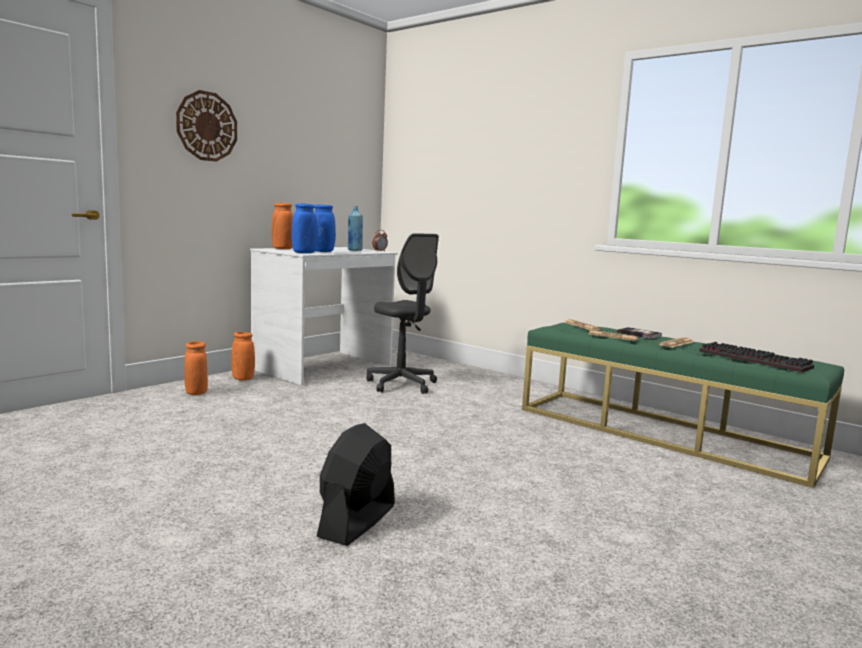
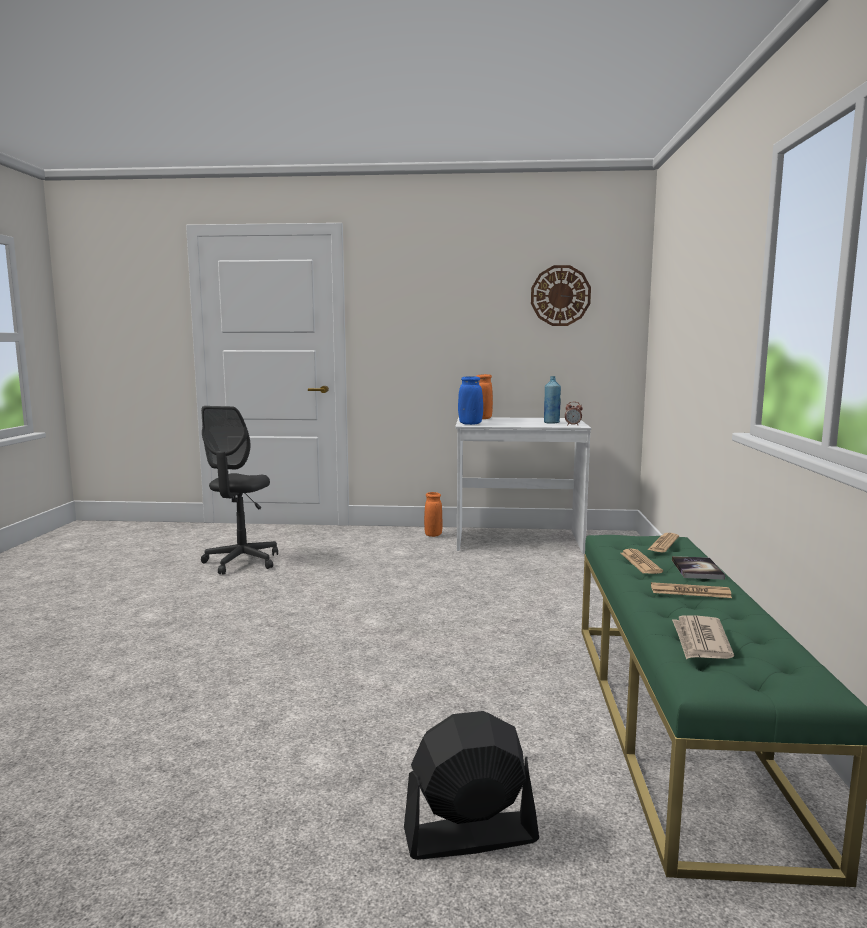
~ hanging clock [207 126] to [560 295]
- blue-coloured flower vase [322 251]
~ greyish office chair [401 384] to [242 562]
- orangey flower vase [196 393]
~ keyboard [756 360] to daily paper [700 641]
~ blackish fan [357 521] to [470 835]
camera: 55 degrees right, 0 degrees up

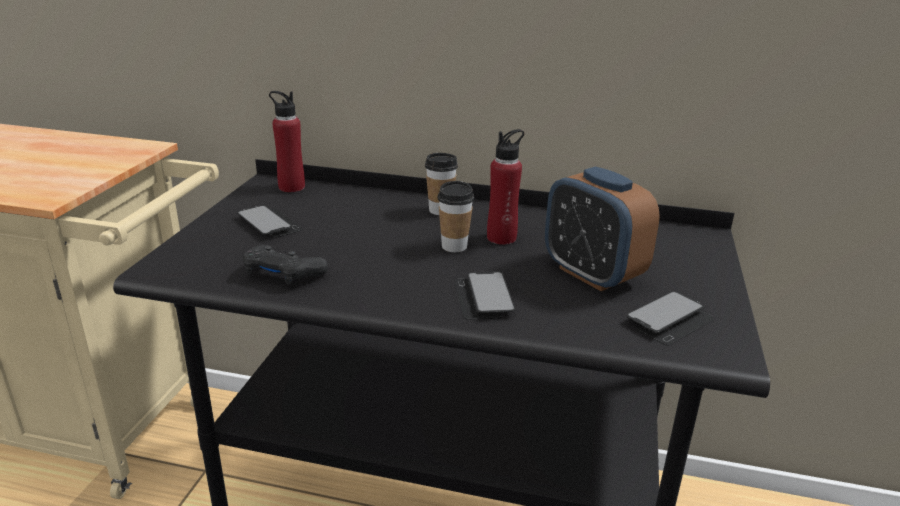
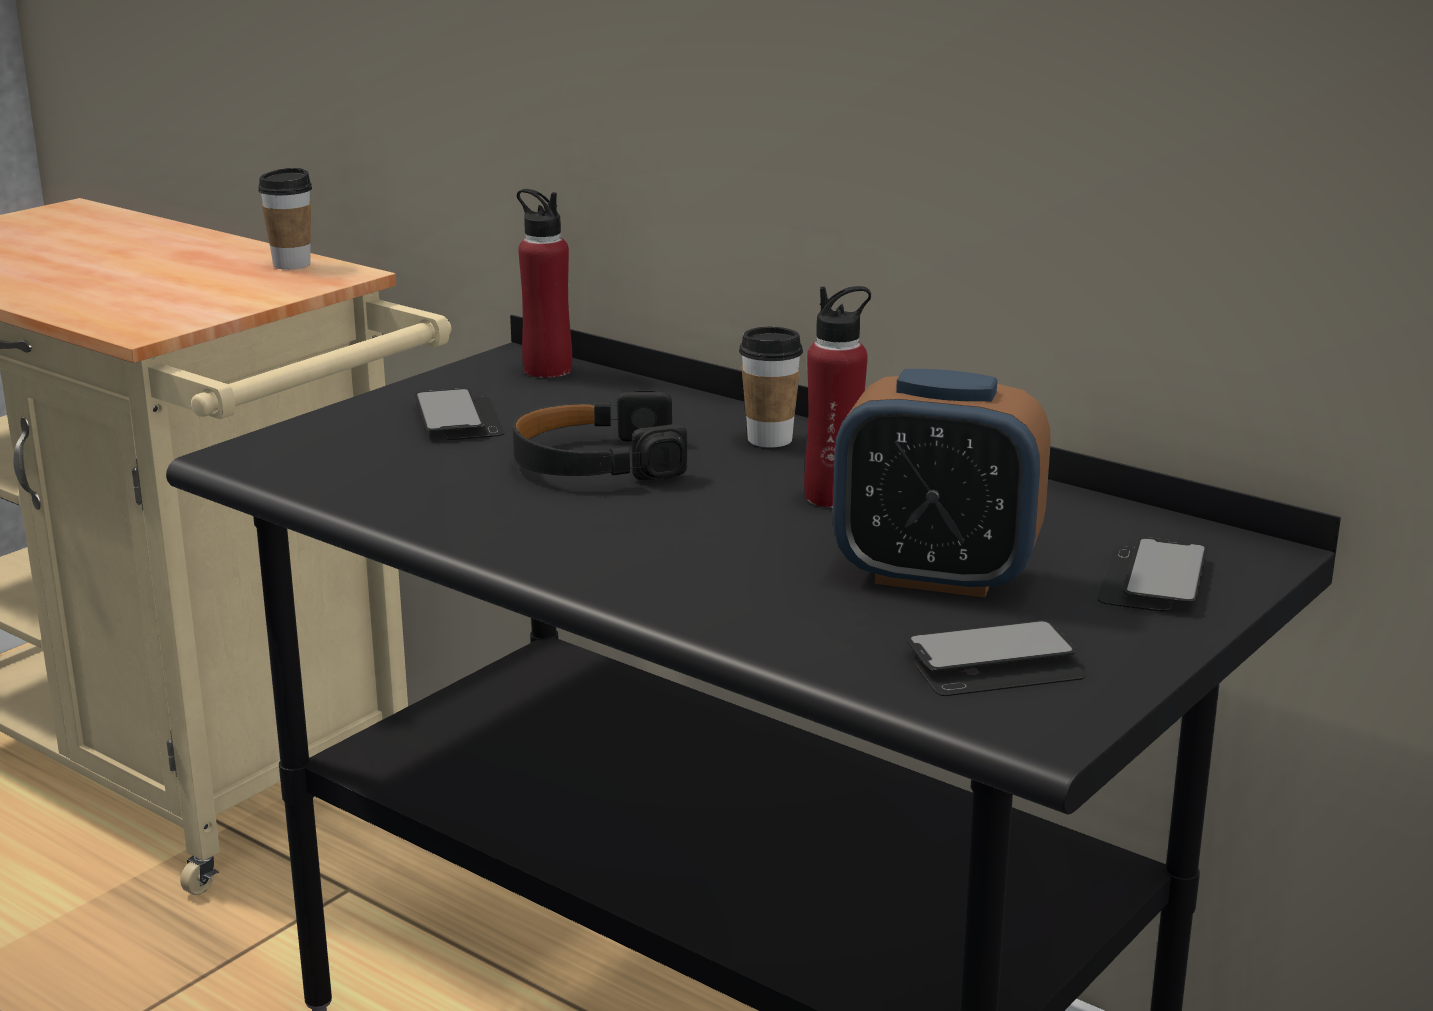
~ alarm clock [592 274] = [936 576] 60 degrees counterclockwise
~ cup [454 246] to [291 264]
- blackish game controller [283 274]
~ telephone [483 297] to [1152 579]
+ blackish headphones [597 462]
camera: 25 degrees right, 5 degrees down

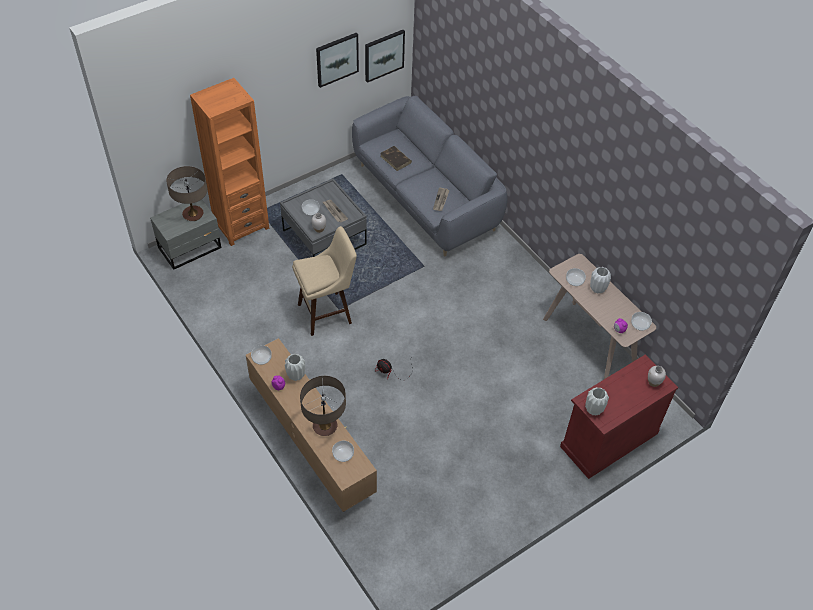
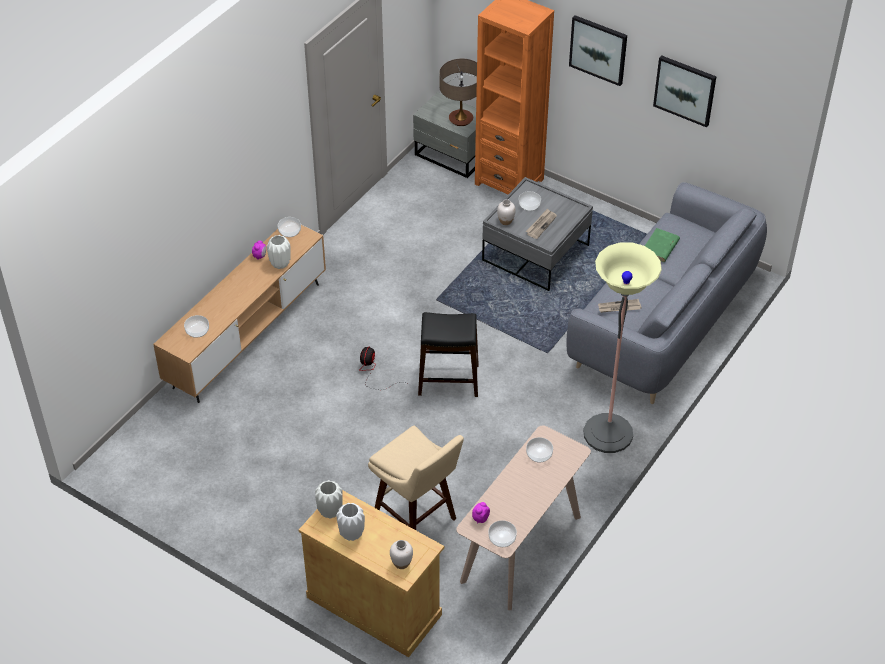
~ picture [384 55] to [598 49]
~ brownish book [396 159] to green-coloured book [660 247]
~ sand-coloured stool seat [327 313] to [417 521]
~ white flower vase [597 289] to [351 533]
~ red-coloured storage cabinet [608 439] to sand-coloured storage cabinet [374 605]
- tabletop lamp [325 426]
+ floor lamp [608 433]
+ blackish stool seat [448 380]
camera: 70 degrees right, 5 degrees down

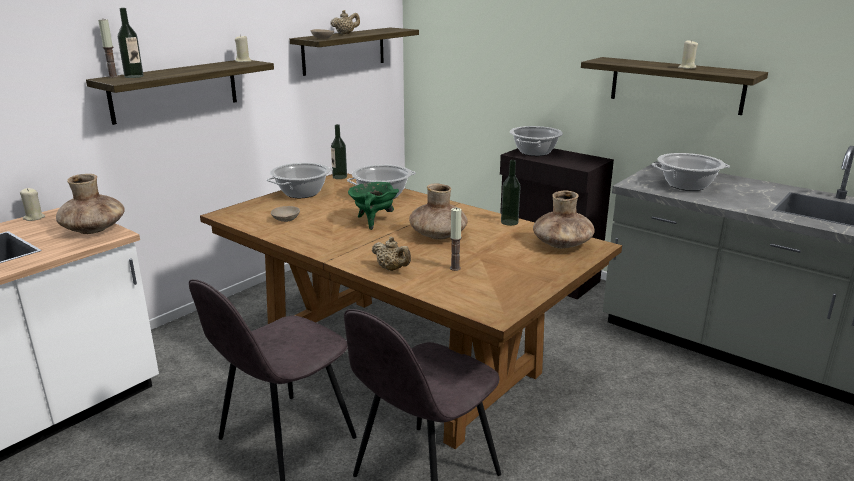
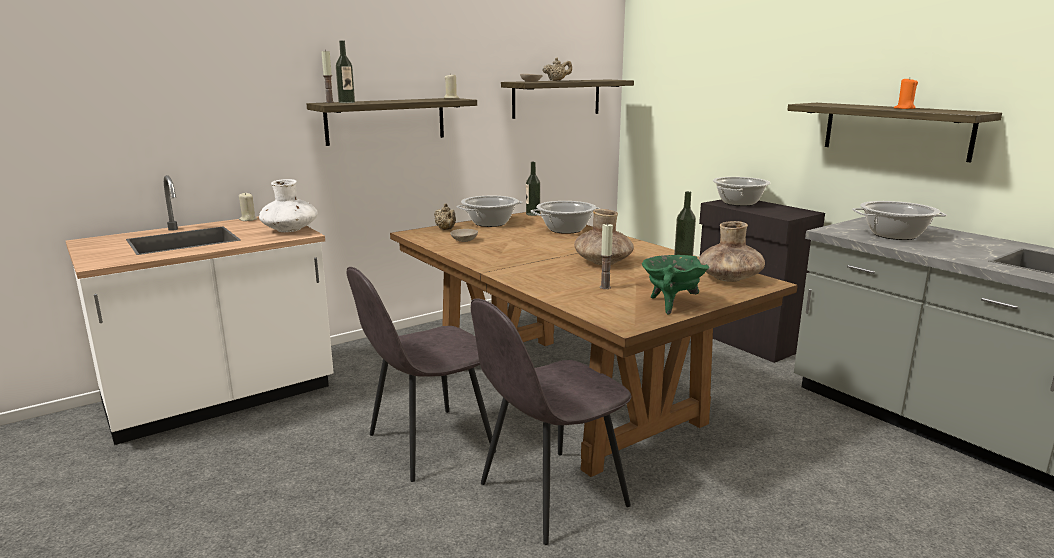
~ sand-coloured wax candle [686 68] to orangey wax candle [904 108]
~ brownish flower vase [94 229] to white flower vase [290 230]
~ green-coloured stockpot [373 221] to [671 305]
~ sand-coloured pot for tea [392 269] to [446 229]
camera: 15 degrees right, 5 degrees down

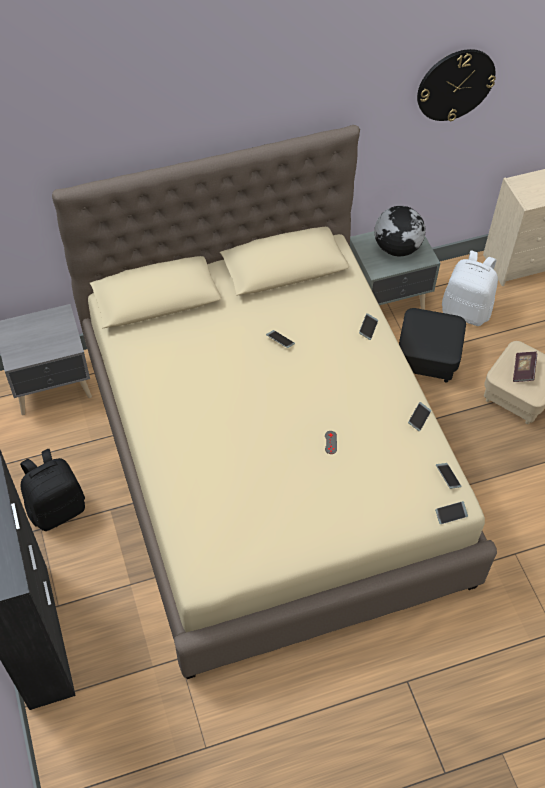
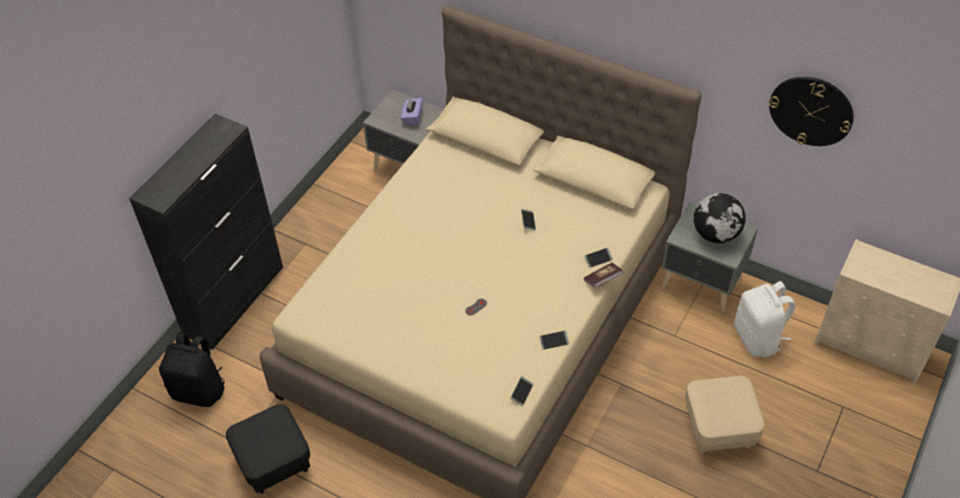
~ blackish ottoman [426 360] to [274 462]
~ book [523 371] to [602 280]
~ blackish backpack [57 508] to [200 390]
- telephone [451 514]
+ purplish box of tissues [412 117]
camera: 50 degrees right, 5 degrees down

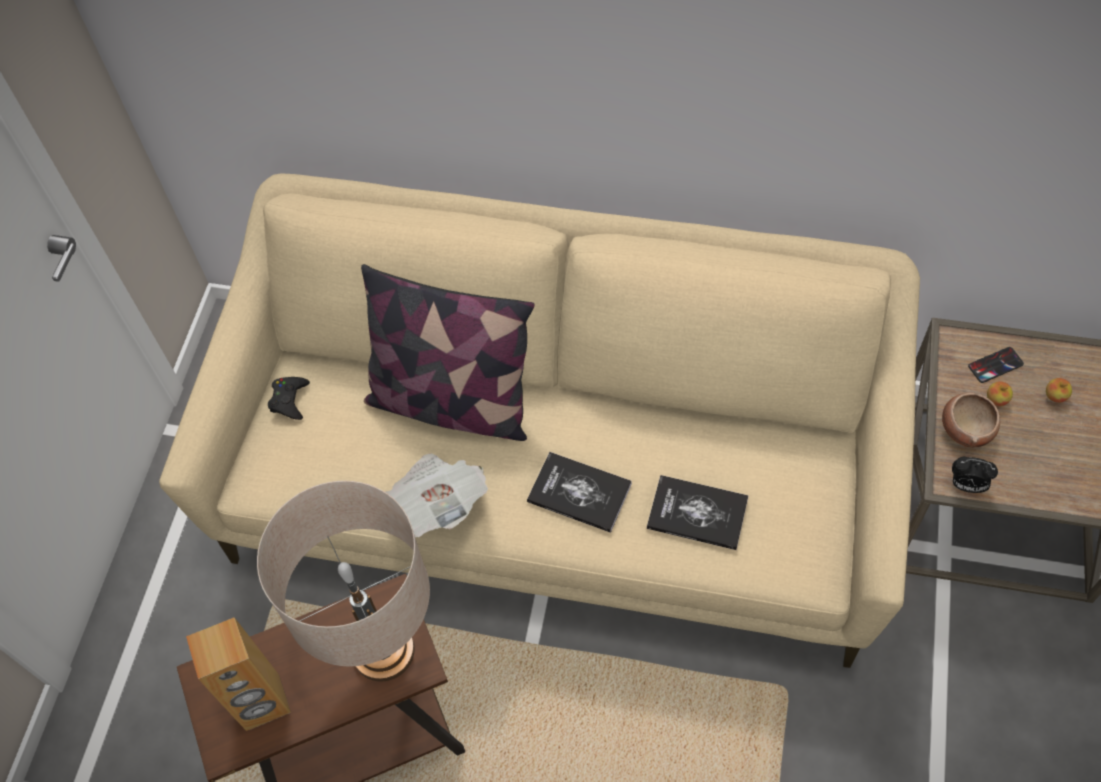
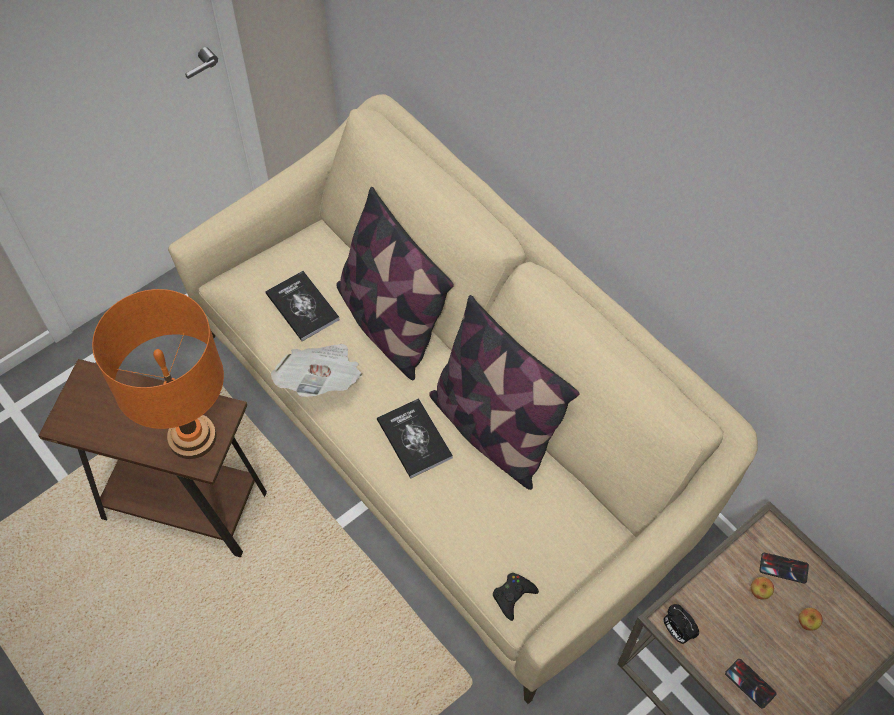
~ blackish game controller [289 400] to [513 596]
- serving bowl [966 428]
~ book [697 513] to [302 307]
~ sand-coloured tabletop lamp [383 650] to orangey tabletop lamp [192 437]
- brownish audio speaker [263 703]
+ throw pillow [492 429]
+ telephone [750 683]
camera: 35 degrees right, 0 degrees up

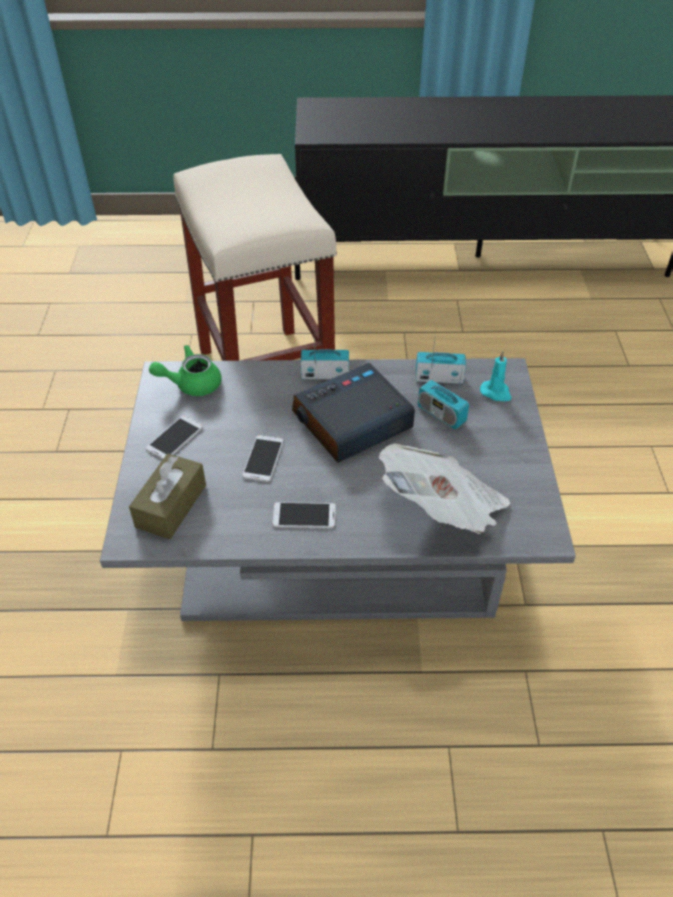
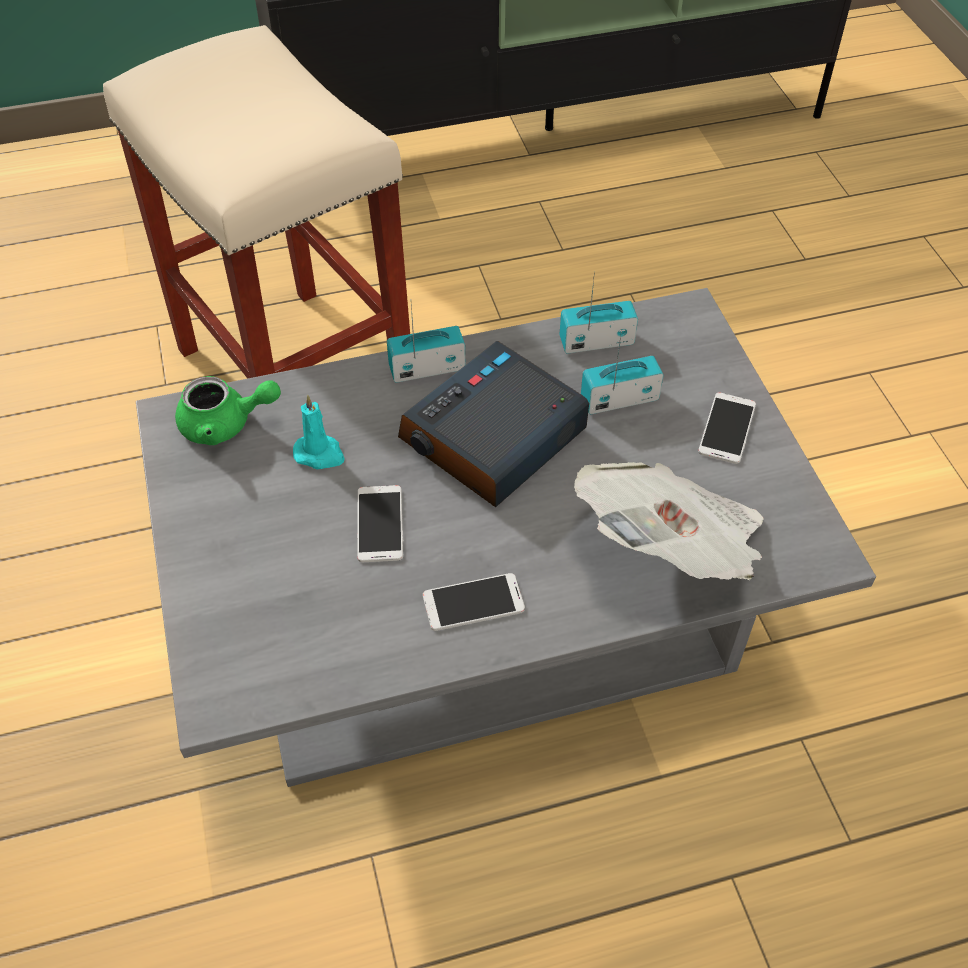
~ green-coloured pot for tea [191 384] = [225 424] 150 degrees counterclockwise
~ turquoise wax candle [496 392] to [320 454]
~ radio receiver [441 414] = [619 399] 135 degrees clockwise
~ telephone [175 438] to [727 428]
- brownish box of tissues [171 506]
camera: 15 degrees left, 5 degrees up

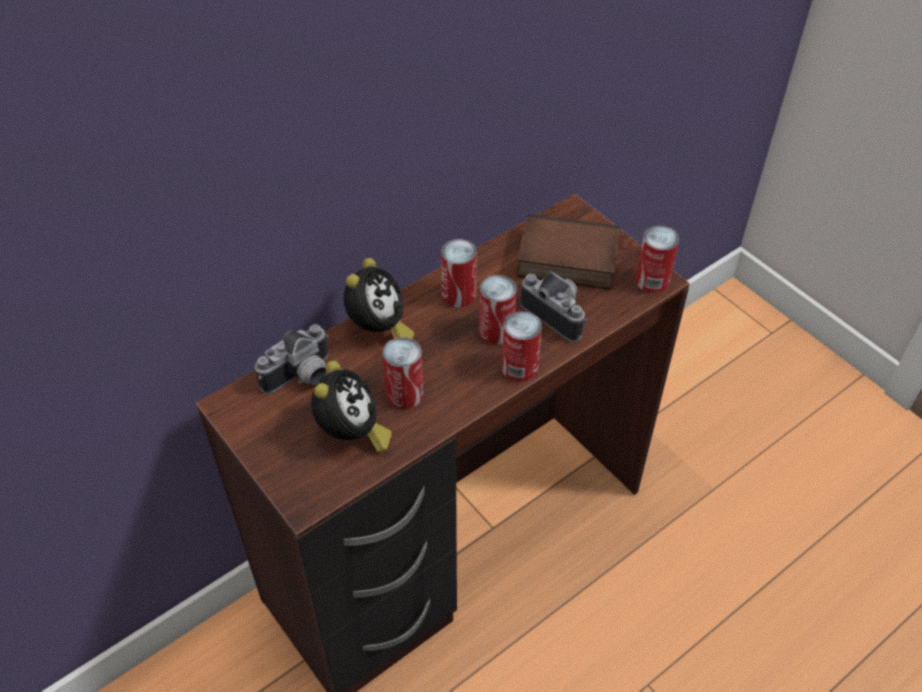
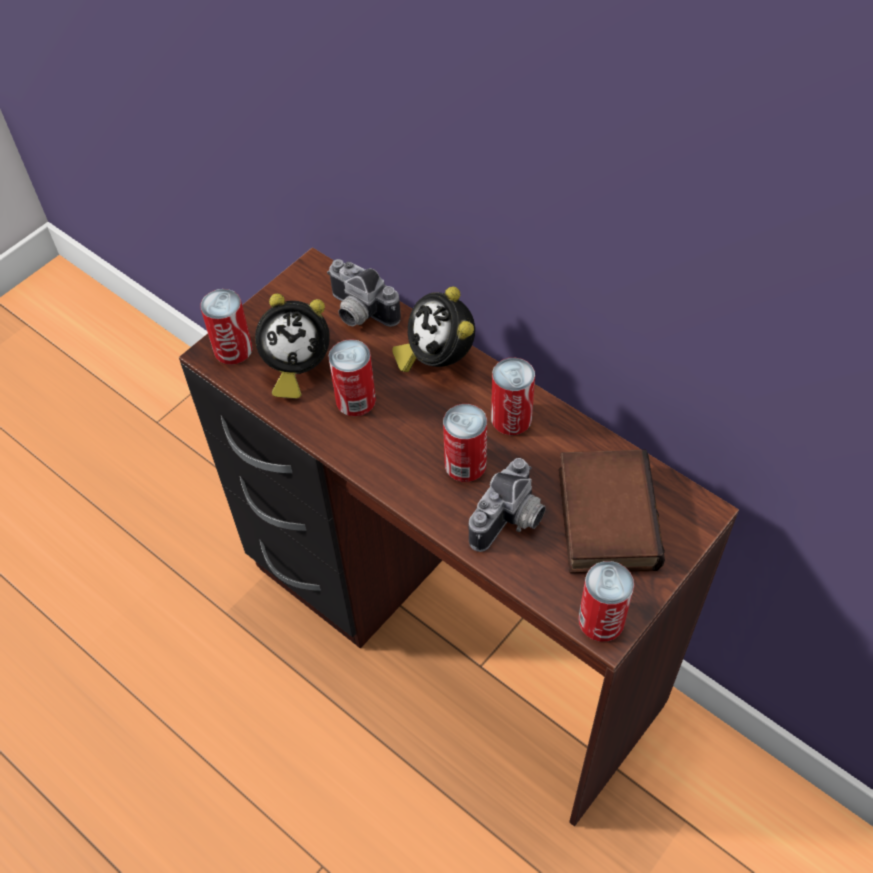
~ alarm clock [378 330] = [437 359] 60 degrees clockwise
~ metal can [519 367] to [233 349]
camera: 80 degrees right, 5 degrees up

